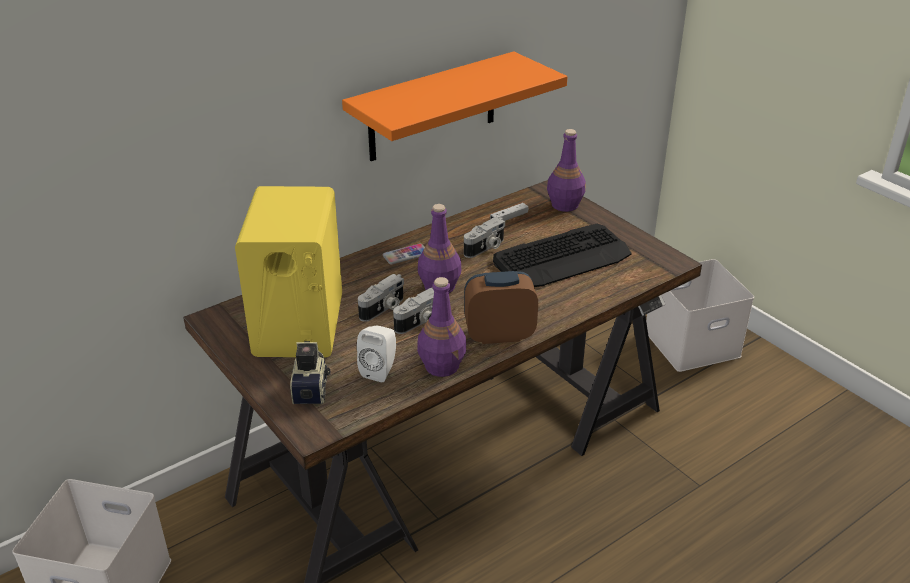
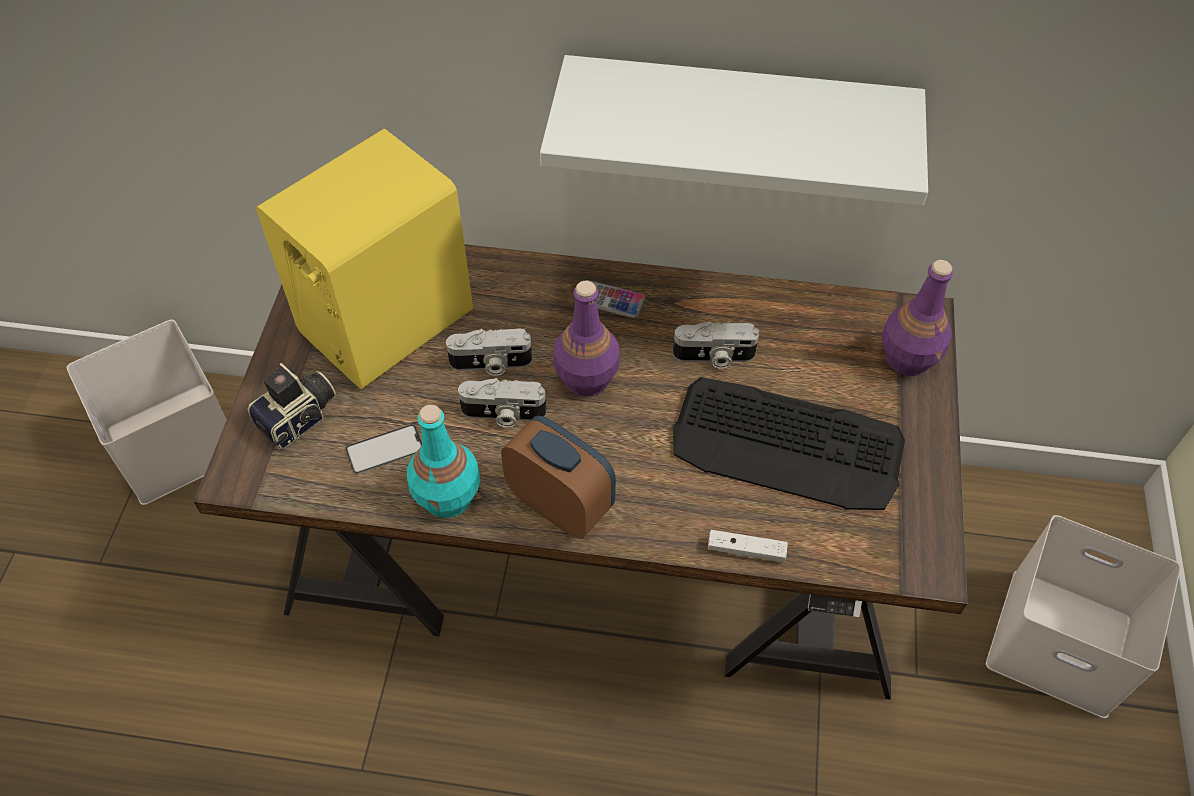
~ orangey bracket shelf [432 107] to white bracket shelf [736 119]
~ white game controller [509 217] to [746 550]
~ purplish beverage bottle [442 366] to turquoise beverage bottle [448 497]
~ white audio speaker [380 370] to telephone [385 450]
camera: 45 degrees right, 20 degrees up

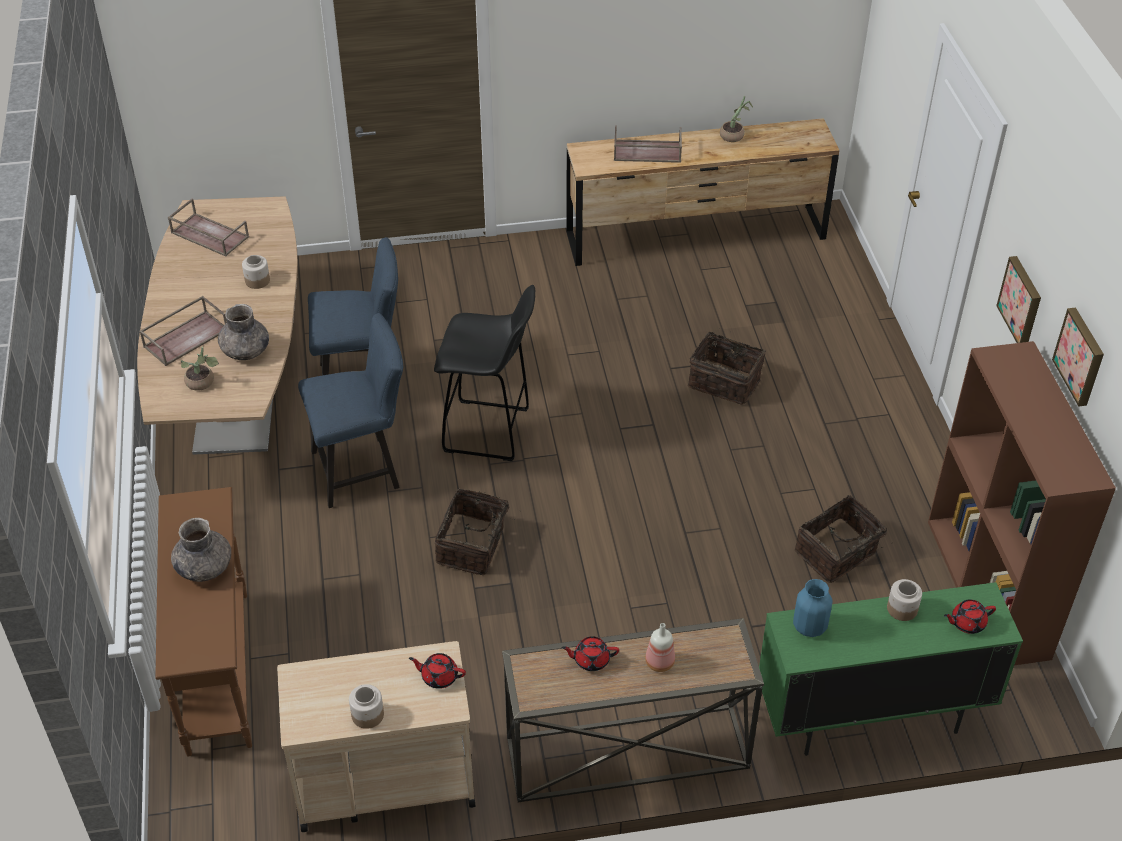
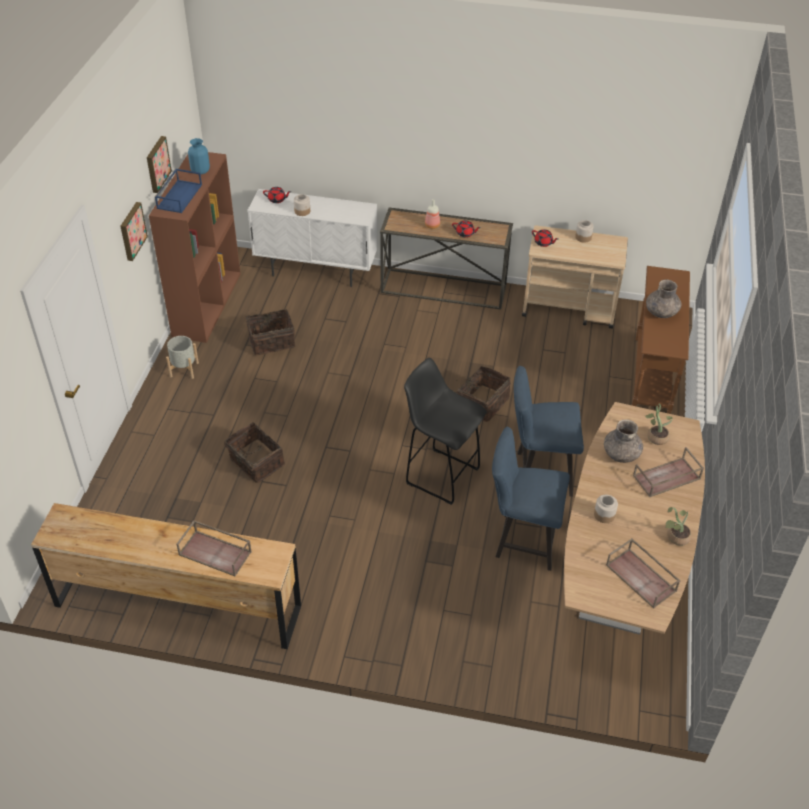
~ houseplant [734 135] to [675 537]
~ blue-coloured flower vase [809 626] to [200 171]
~ green-coloured storage cabinet [871 718] to white storage cabinet [316 271]
+ blue-coloured serving tray [179 196]
+ greyish planter [184 369]
camera: 160 degrees left, 0 degrees up

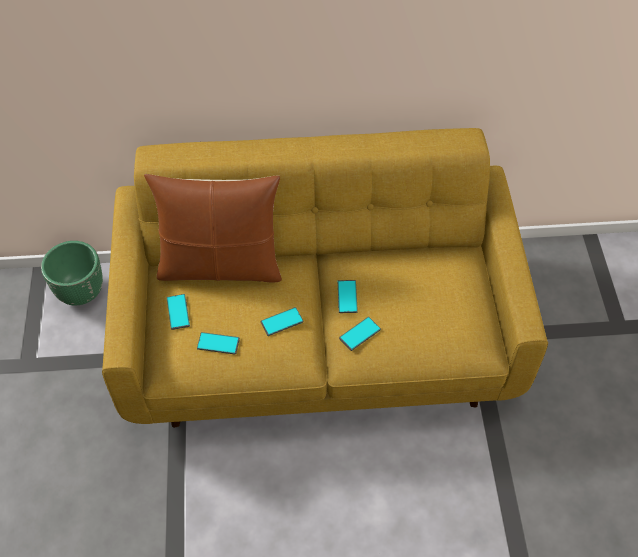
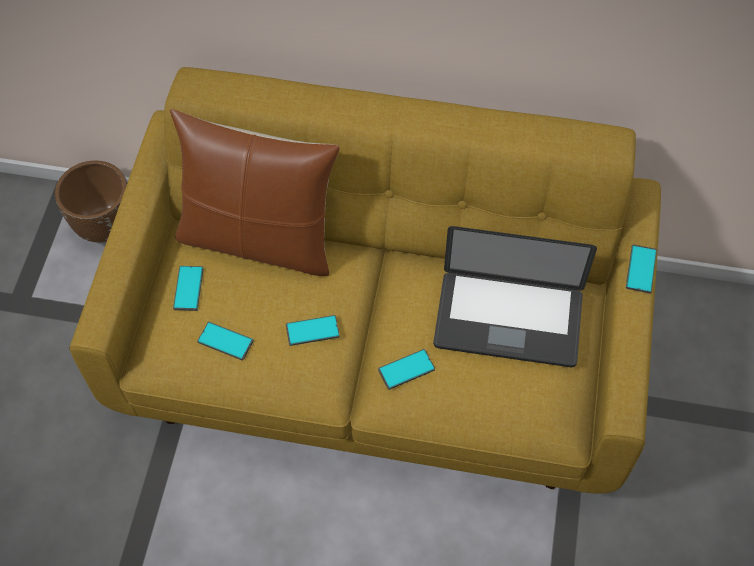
~ green-coloured planter [81 292] to brownish planter [105 225]
~ telephone [347 297] to [641 269]
+ notebook computer [508 320]
camera: 15 degrees right, 5 degrees up

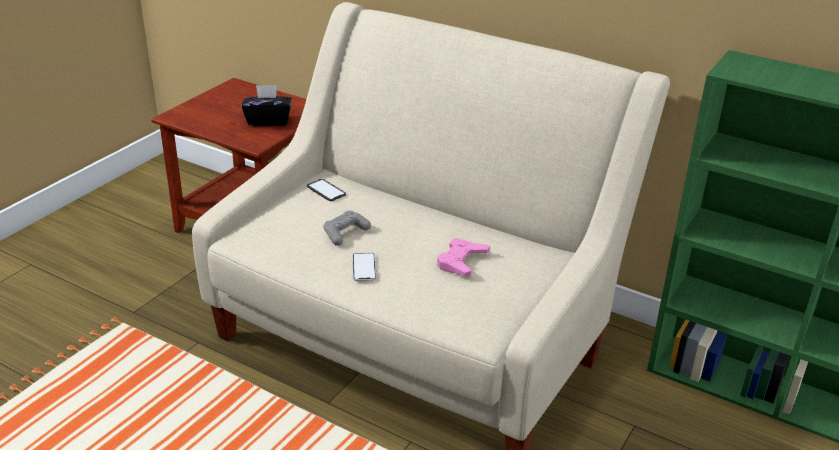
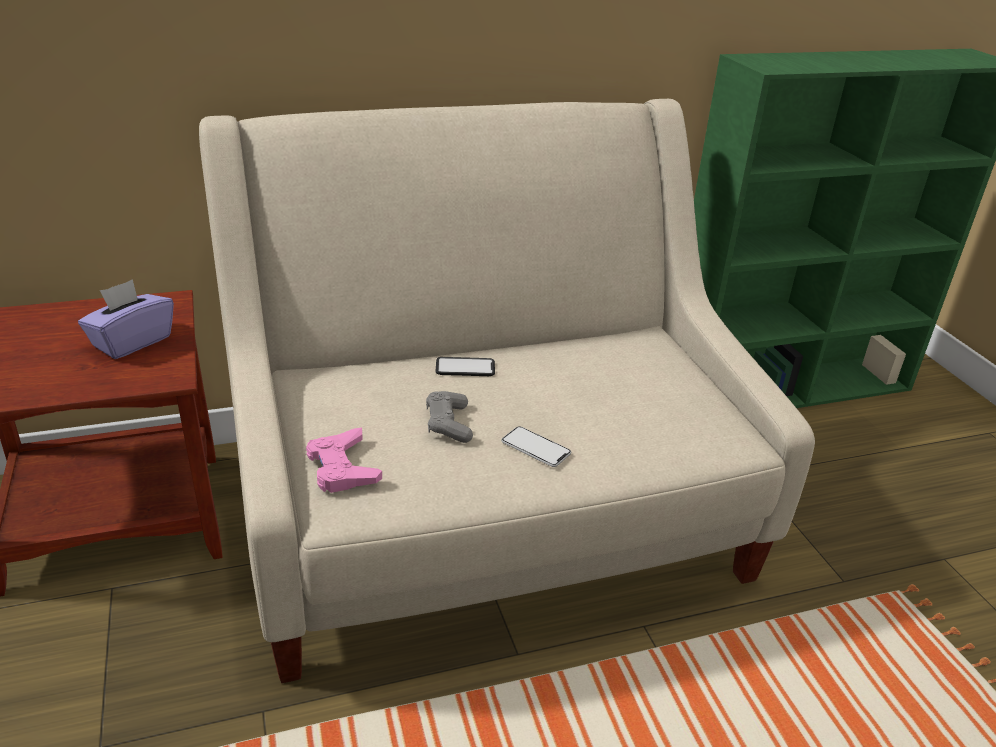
~ blackish box of tissues [268 121] to purplish box of tissues [132 342]
~ telephone [326 191] to [465 368]
~ pinkish game controller [461 261] to [342 467]
camera: 50 degrees left, 0 degrees up

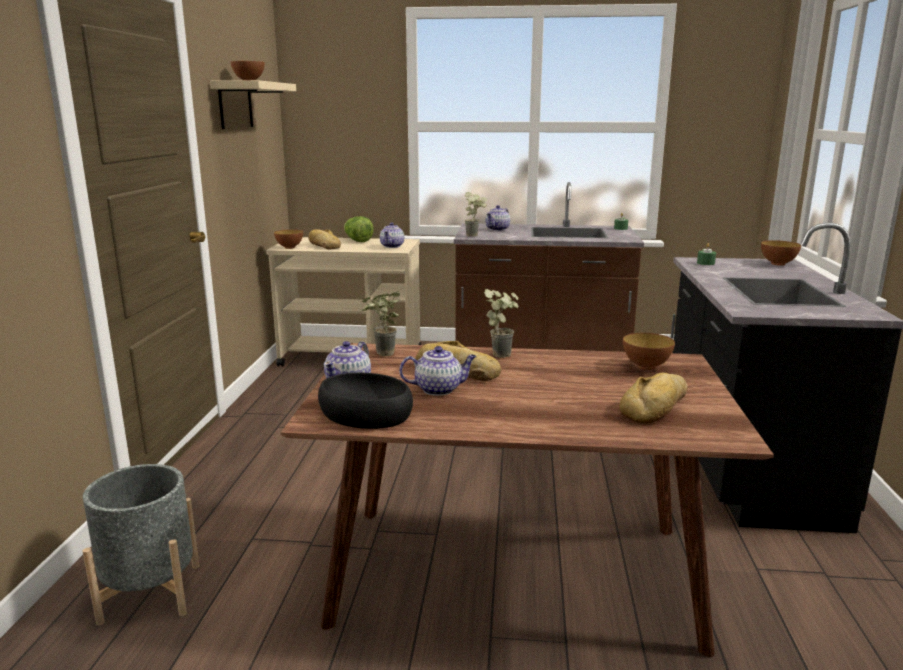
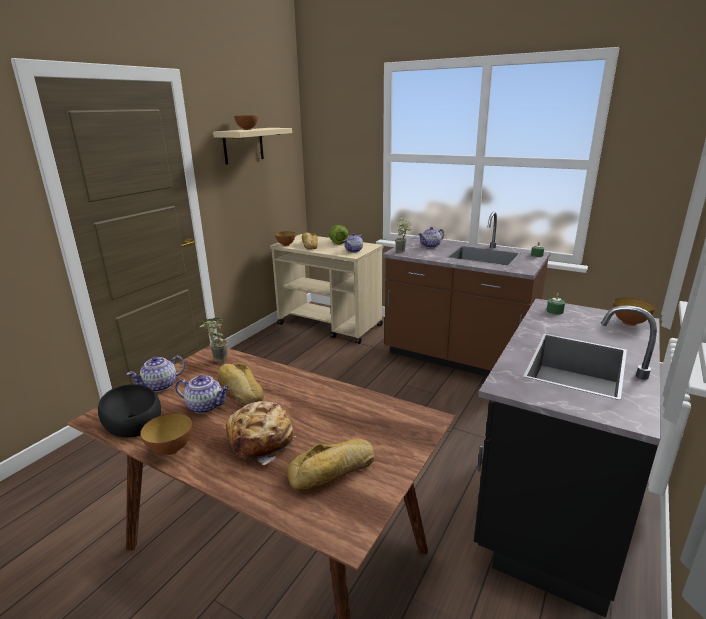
- houseplant [502 353]
~ serving bowl [646 367] to [171 449]
- greyish planter [150 593]
+ baked bread [262 440]
camera: 25 degrees right, 5 degrees up

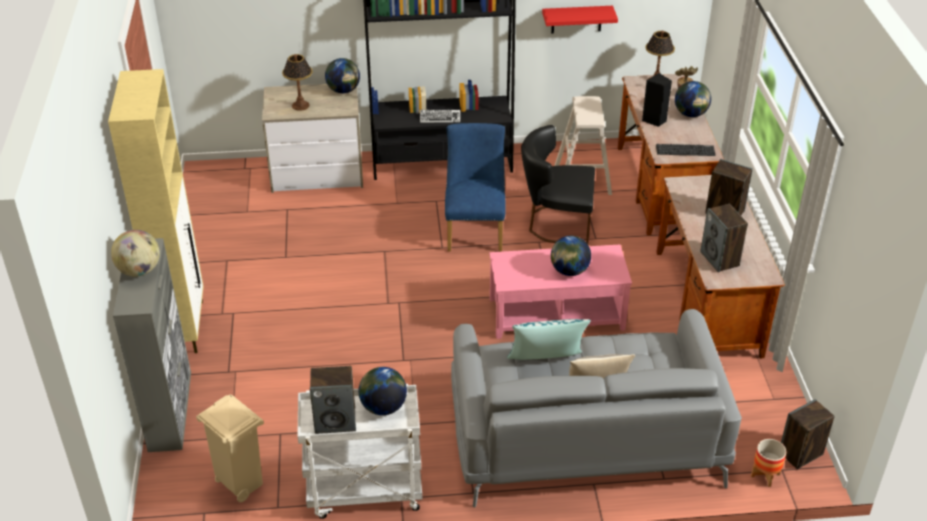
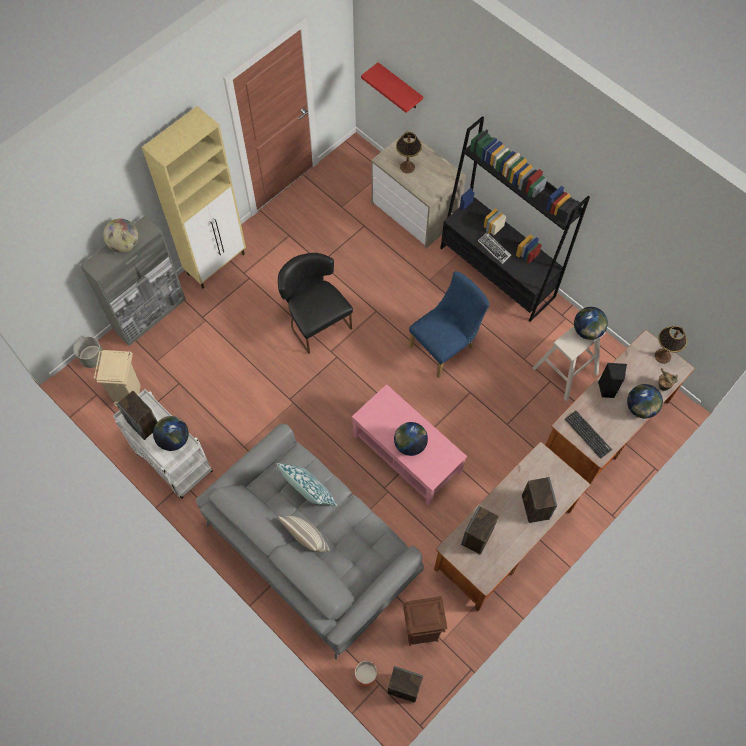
~ red-coloured bracket shelf [576 19] to [400 87]
~ desk globe [343 90] to [587 331]
~ blackish chair [556 224] to [315 321]
+ greyish planter [92 358]
+ brownish rubbish bin [421 631]
camera: 50 degrees right, 25 degrees up

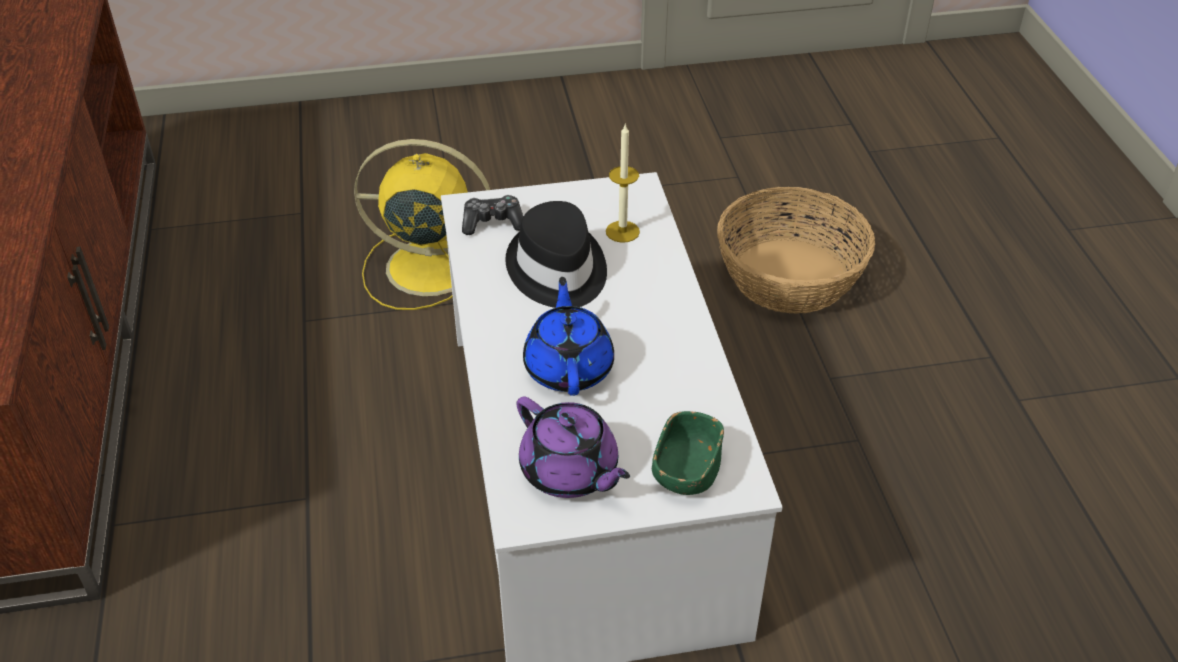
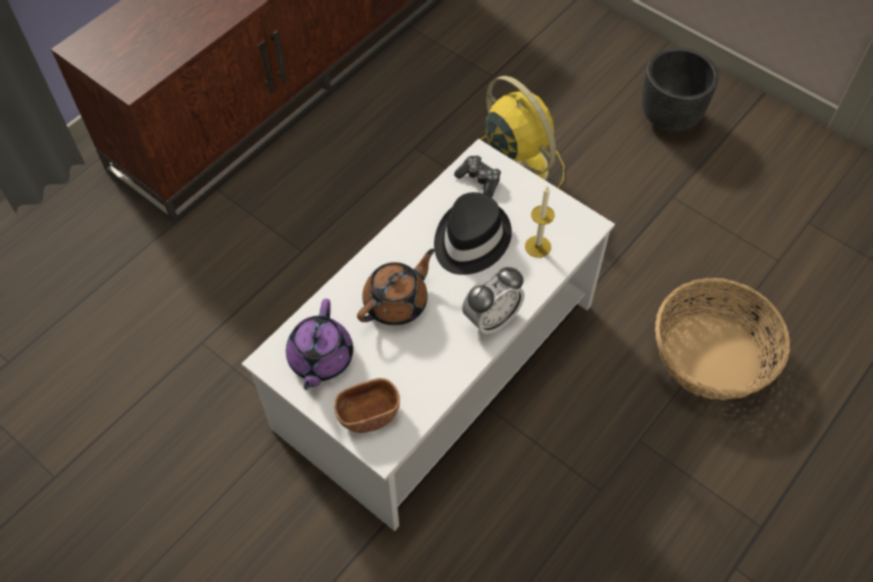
~ blue-coloured pot for tea [569 367] to brownish pot for tea [397 302]
~ green-coloured serving bowl [686 472] to brownish serving bowl [368 413]
+ blackish planter [668 116]
+ alarm clock [491 319]
camera: 50 degrees right, 15 degrees up

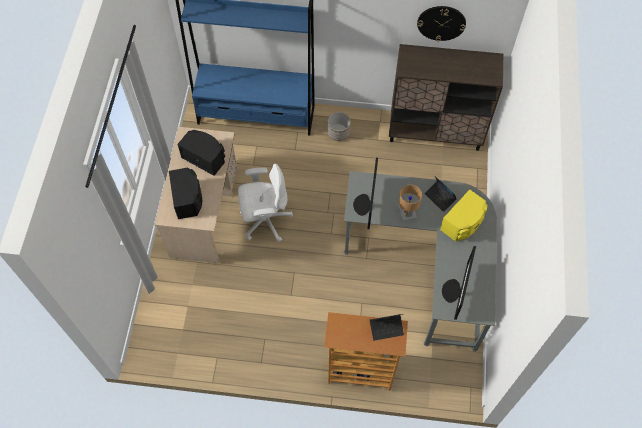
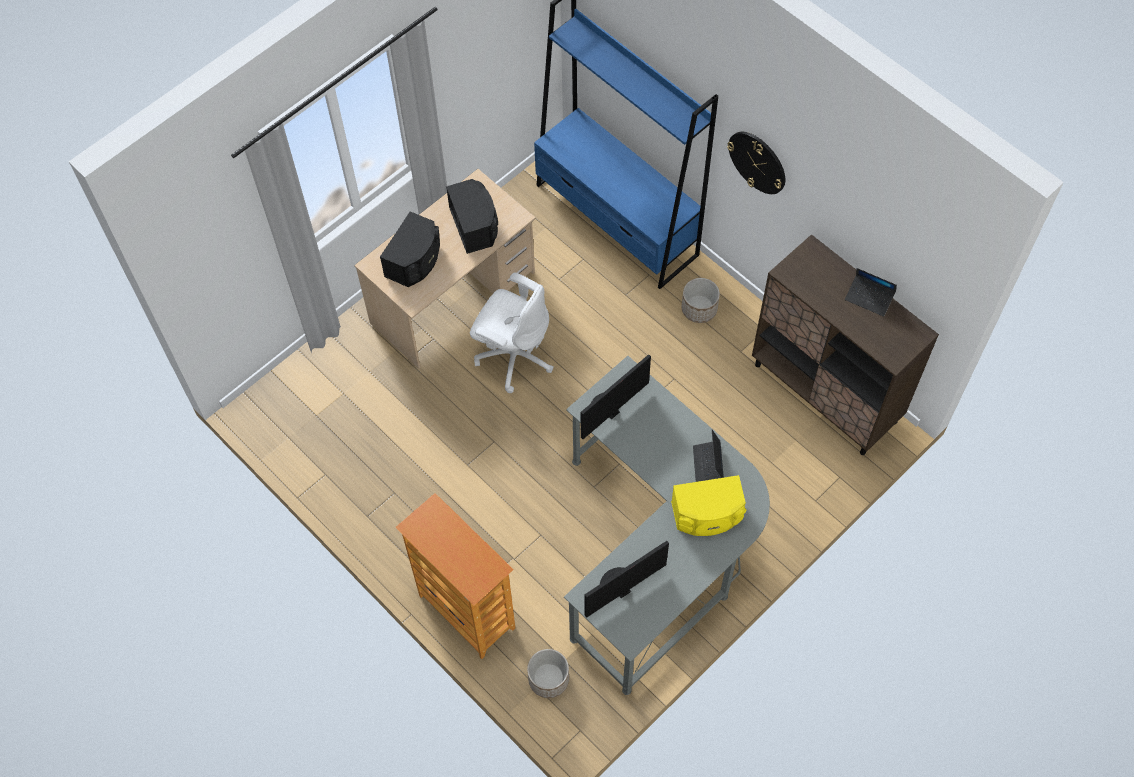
~ hanging clock [441 23] to [757 162]
- brownish tabletop lamp [407 212]
~ notebook computer [386 328] to [869 298]
+ planter [548 679]
camera: 40 degrees right, 0 degrees up

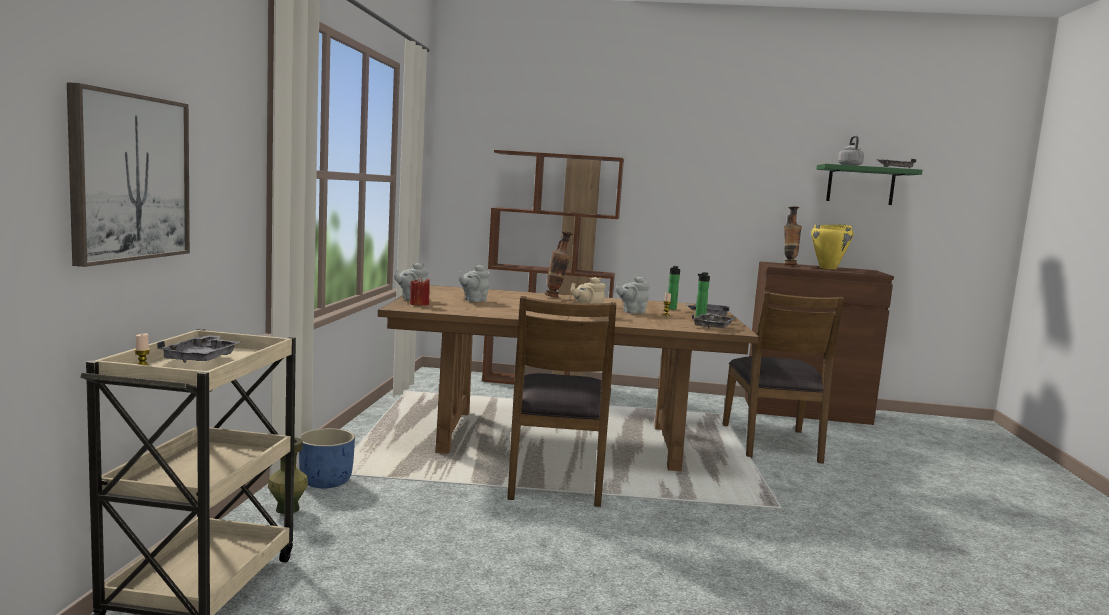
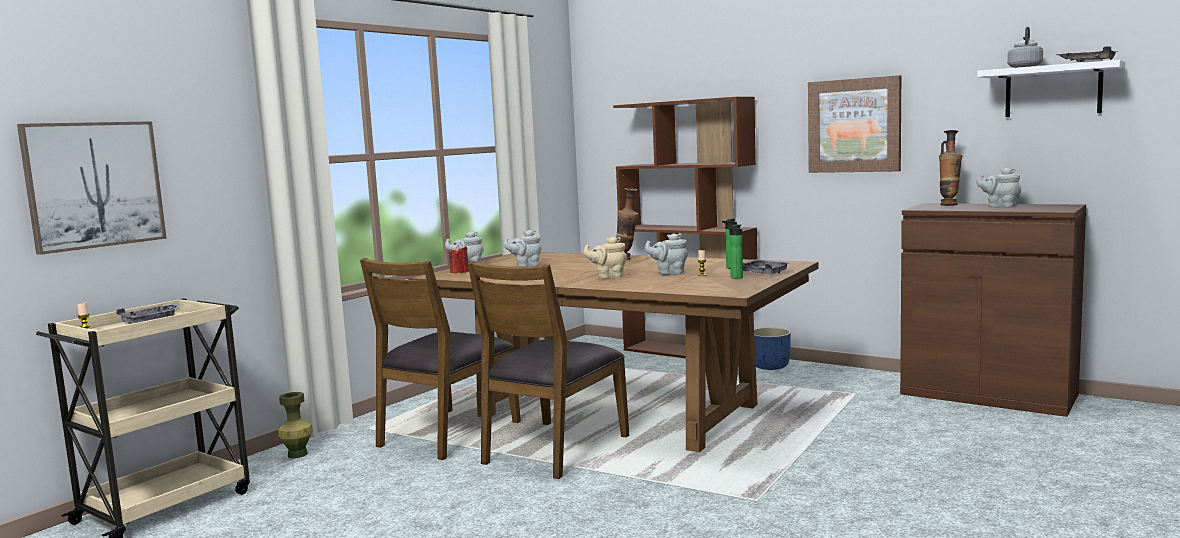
~ green-coloured bracket shelf [860 185] to white bracket shelf [1053 91]
~ yellowish stockpot [828 268] to greyish pot for tea [1000 206]
~ brownish chair [772 443] to [447 434]
- greyish serving tray [713 327]
~ blue-coloured planter [325 482] to [770 366]
+ picture [854 125]
camera: 30 degrees right, 0 degrees up

